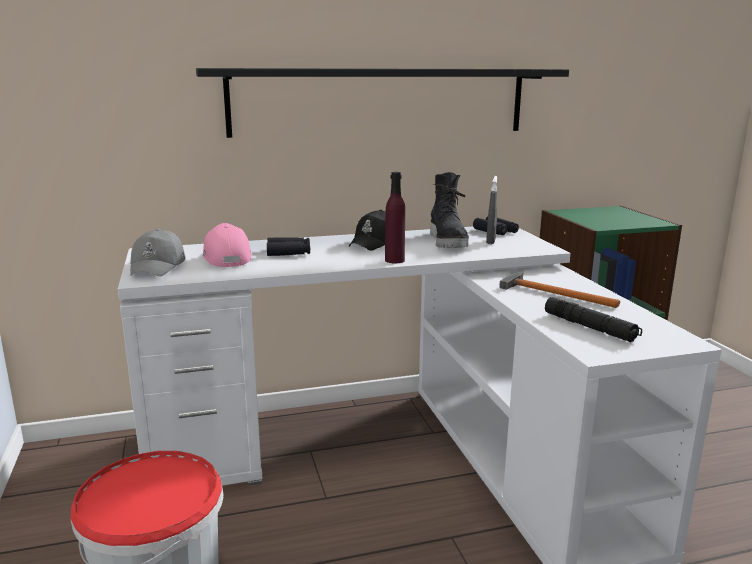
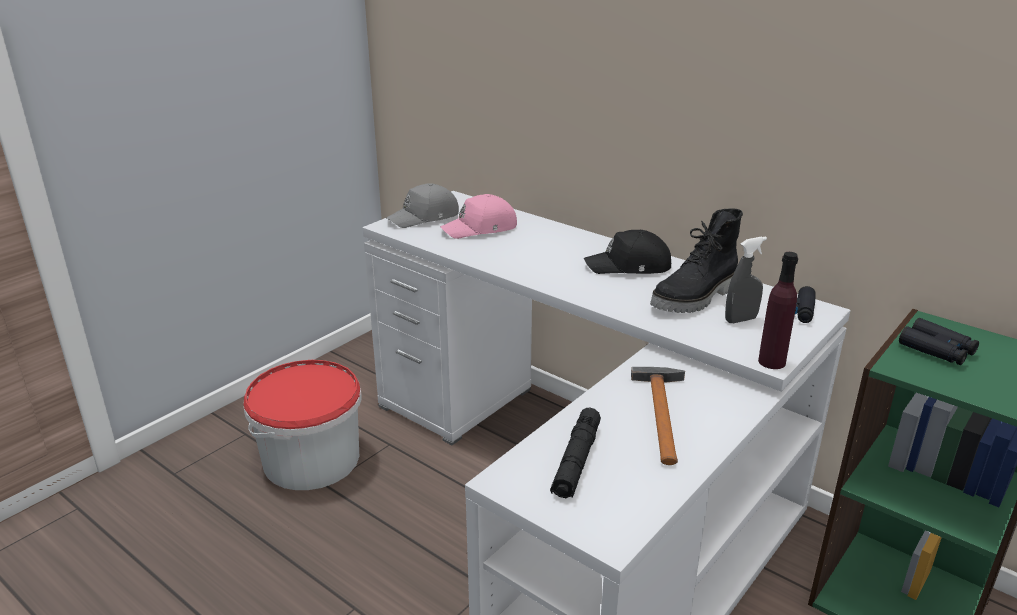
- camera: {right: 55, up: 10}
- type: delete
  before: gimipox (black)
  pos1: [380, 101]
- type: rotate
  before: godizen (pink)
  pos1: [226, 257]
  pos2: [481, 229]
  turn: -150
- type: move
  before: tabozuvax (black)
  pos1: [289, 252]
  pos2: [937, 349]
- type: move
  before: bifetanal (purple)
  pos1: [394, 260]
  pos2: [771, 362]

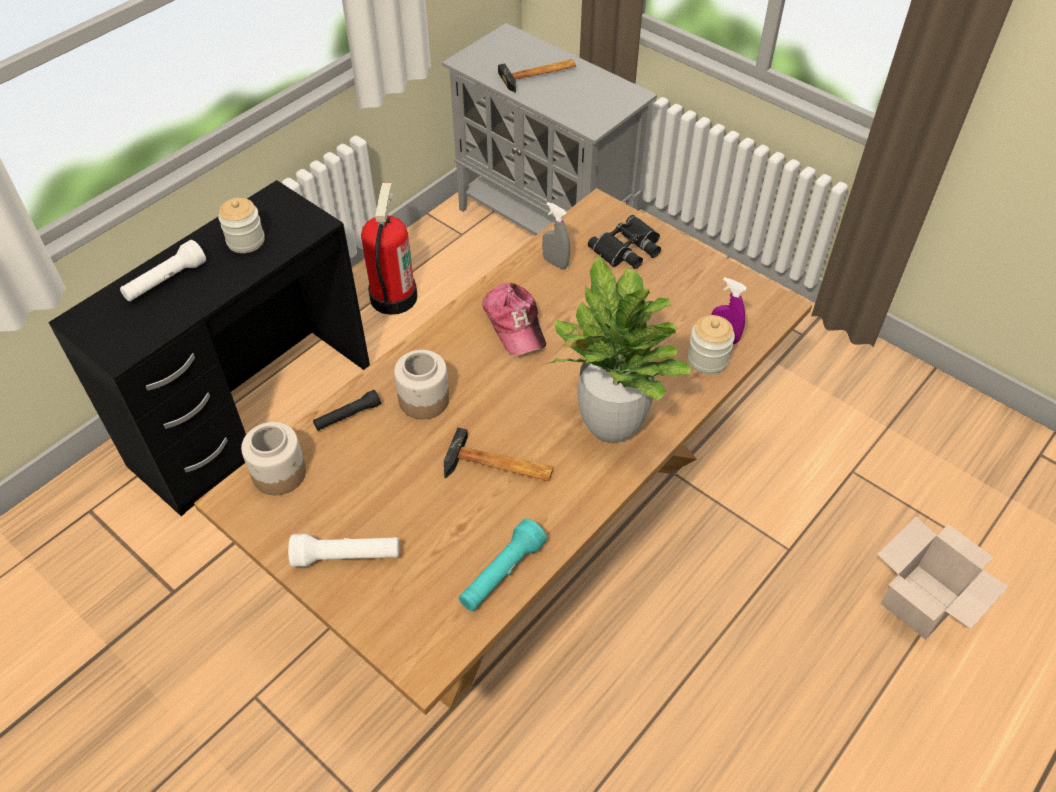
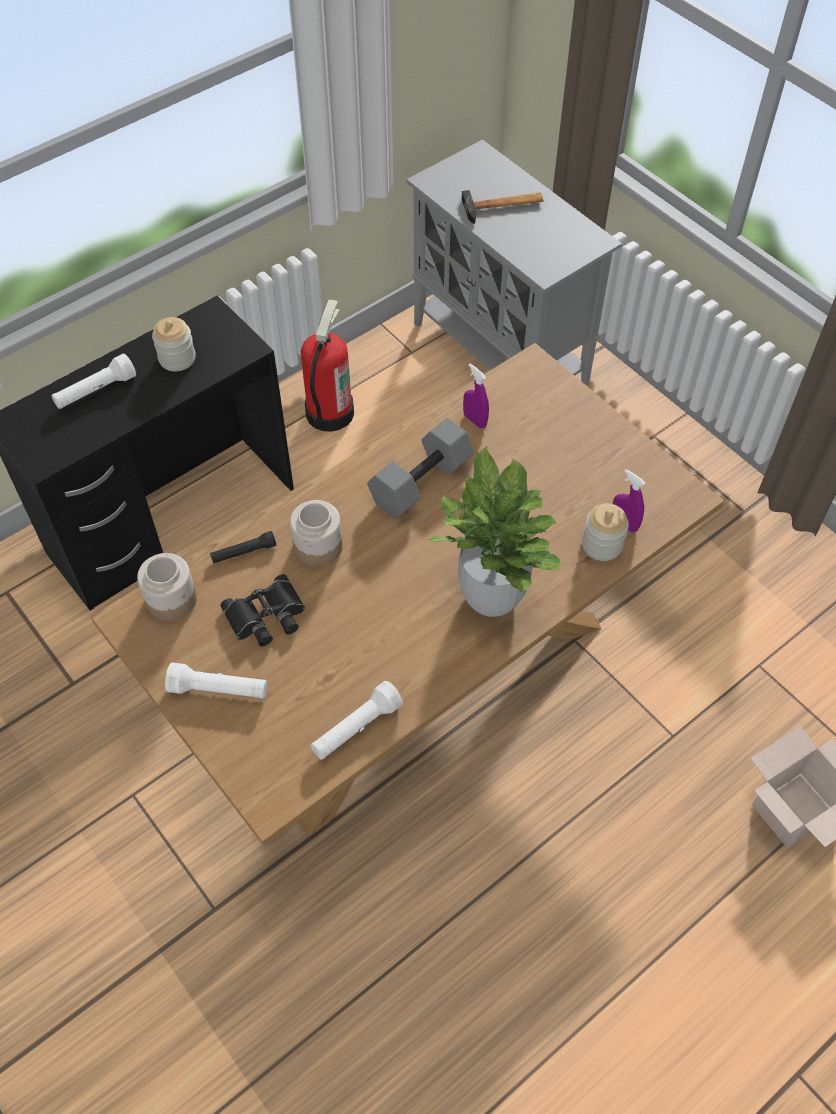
- camera: {right: 10, up: 5}
- type: delete
  before: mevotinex
  pos1: [499, 468]
- type: recolor
  before: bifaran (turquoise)
  after: bifaran (white)
  pos1: [501, 574]
  pos2: [356, 728]
- type: replace
  before: godizen
  after: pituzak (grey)
  pos1: [514, 324]
  pos2: [420, 481]
- type: recolor
  before: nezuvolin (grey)
  after: nezuvolin (purple)
  pos1: [555, 263]
  pos2: [475, 420]
- type: move
  before: tabozuvax (black)
  pos1: [628, 249]
  pos2: [266, 617]

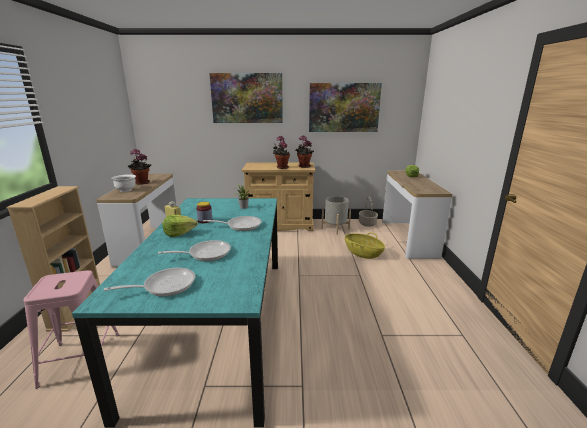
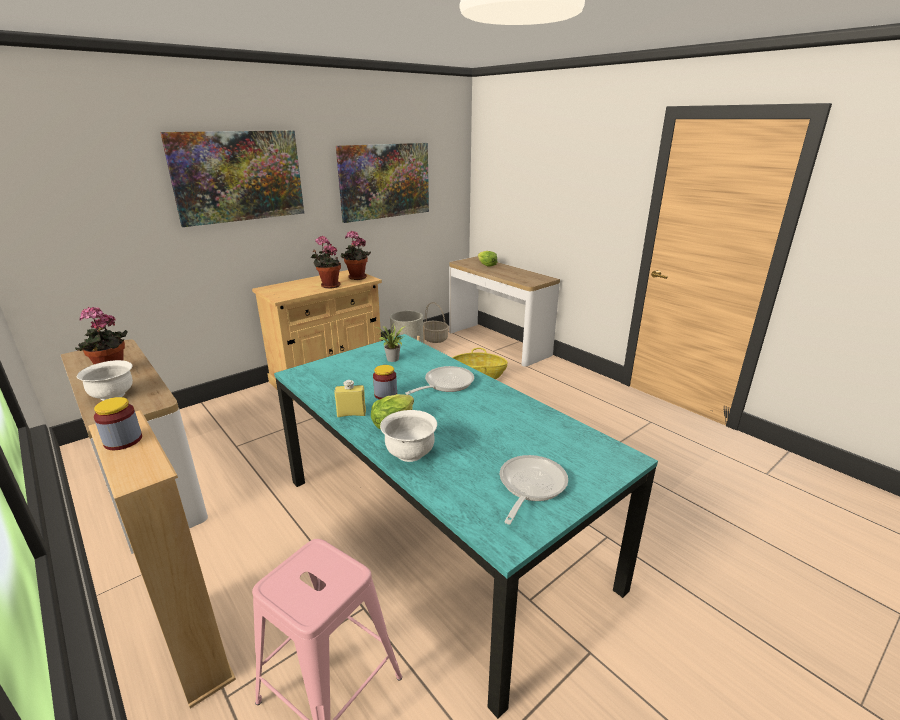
- camera: {right: -40, up: 5}
- type: delete
  before: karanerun
  pos1: [205, 254]
- type: insert
  after: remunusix
  pos2: [123, 441]
- type: insert
  after: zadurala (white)
  pos2: [410, 453]

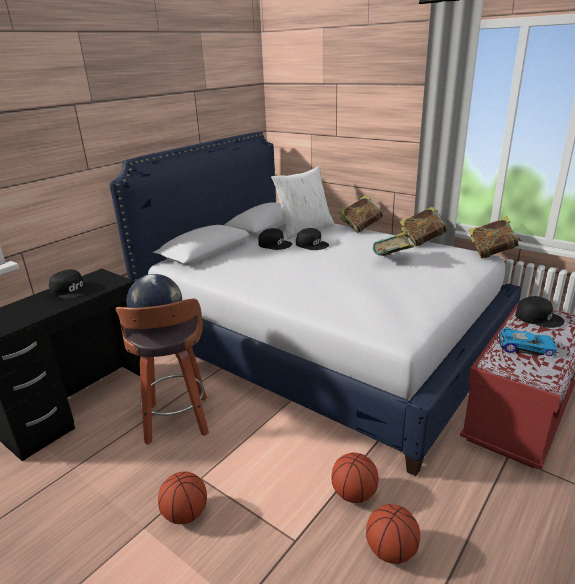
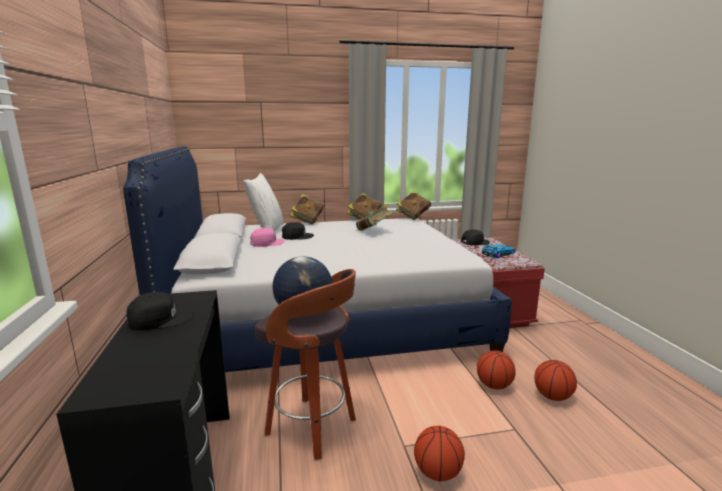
- camera: {right: -50, up: -10}
- type: recolor
  before: godizen (black)
  after: godizen (pink)
  pos1: [275, 244]
  pos2: [267, 242]

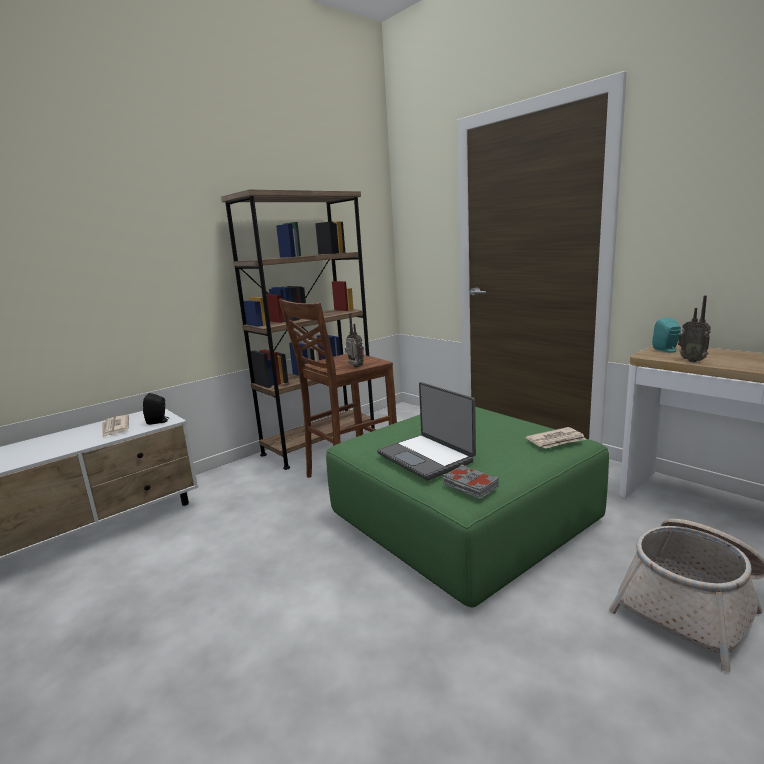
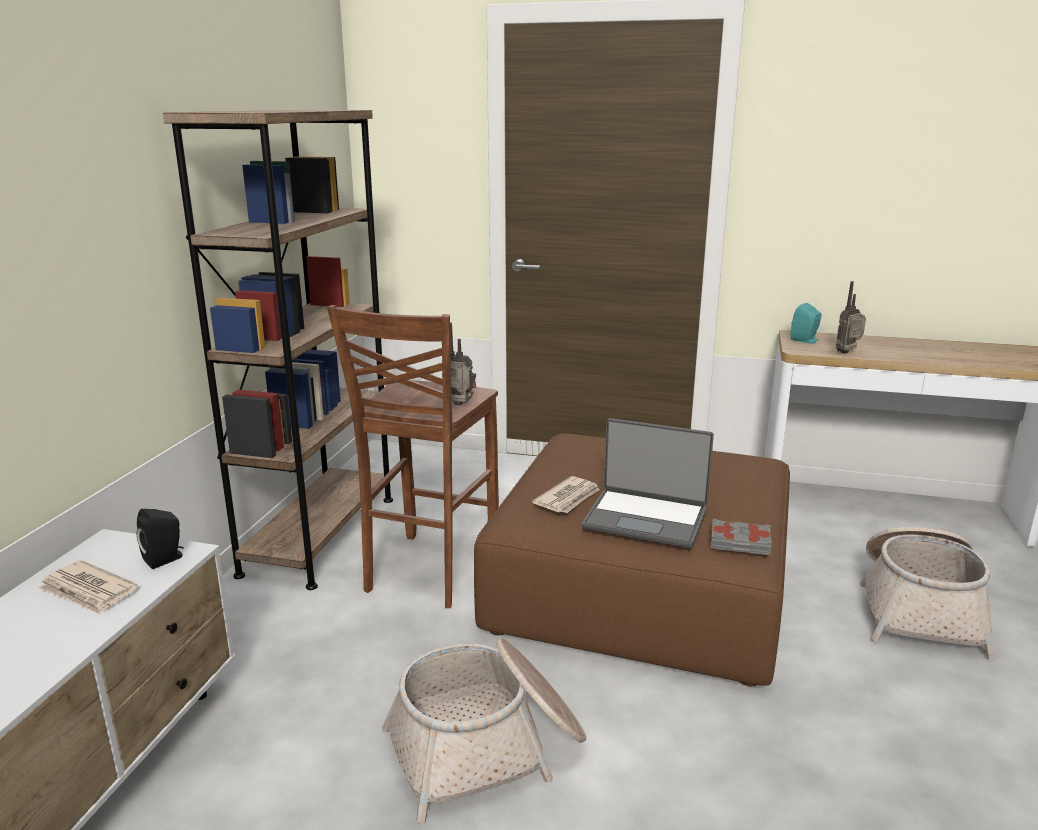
- camera: {right: -35, up: 5}
- type: recolor
  before: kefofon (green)
  after: kefofon (brown)
  pos1: [464, 517]
  pos2: [642, 587]
- type: move
  before: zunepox
  pos1: [556, 440]
  pos2: [568, 498]
- type: rotate
  before: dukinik
  pos1: [692, 360]
  pos2: [848, 353]
  turn: 120
- type: insert
  after: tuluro
  pos2: [487, 747]

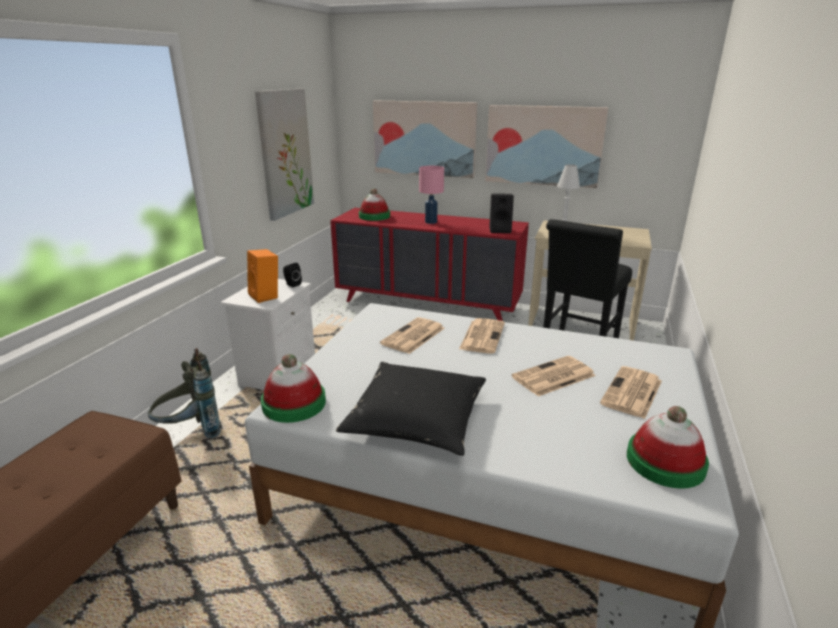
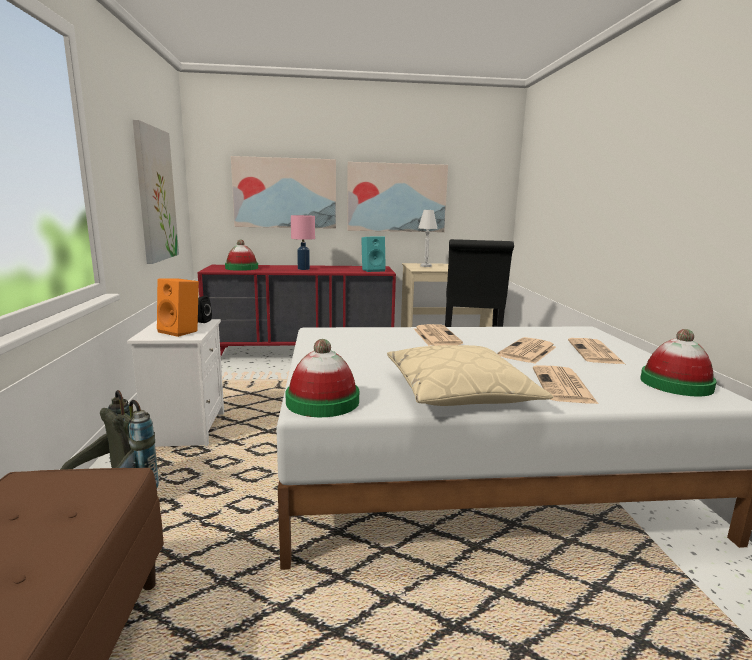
- camera: {right: -25, up: -10}
- type: recolor
  before: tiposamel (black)
  after: tiposamel (beige)
  pos1: [416, 418]
  pos2: [459, 392]
- type: move
  before: zunepox
  pos1: [413, 336]
  pos2: [563, 386]
- type: recolor
  before: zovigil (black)
  after: zovigil (turquoise)
  pos1: [500, 230]
  pos2: [373, 270]

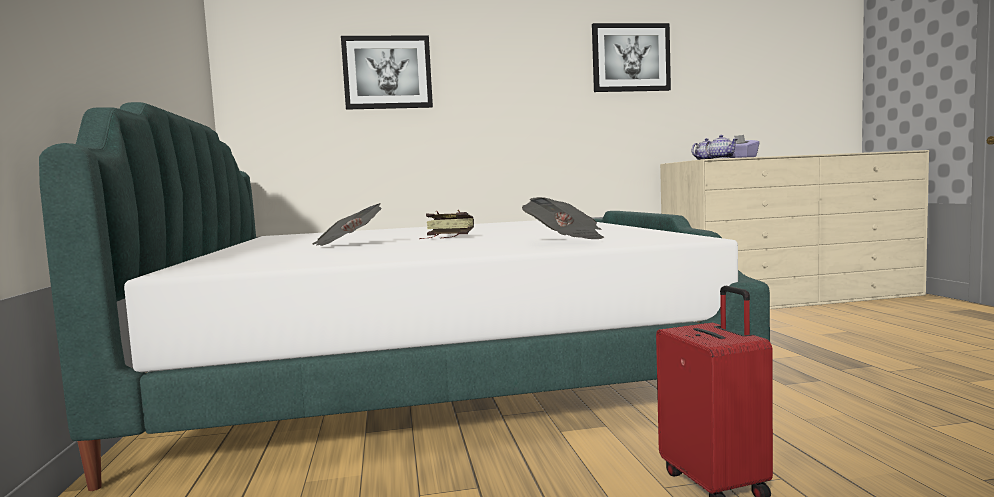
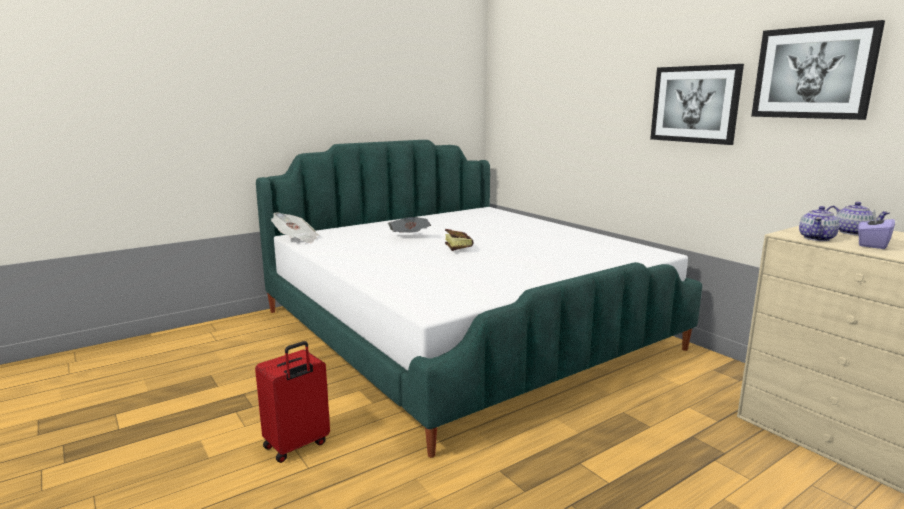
- camera: {right: 65, up: 10}
- type: move
  before: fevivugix
  pos1: [387, 72]
  pos2: [694, 104]
- type: move
  before: zunepox
  pos1: [566, 242]
  pos2: [296, 239]

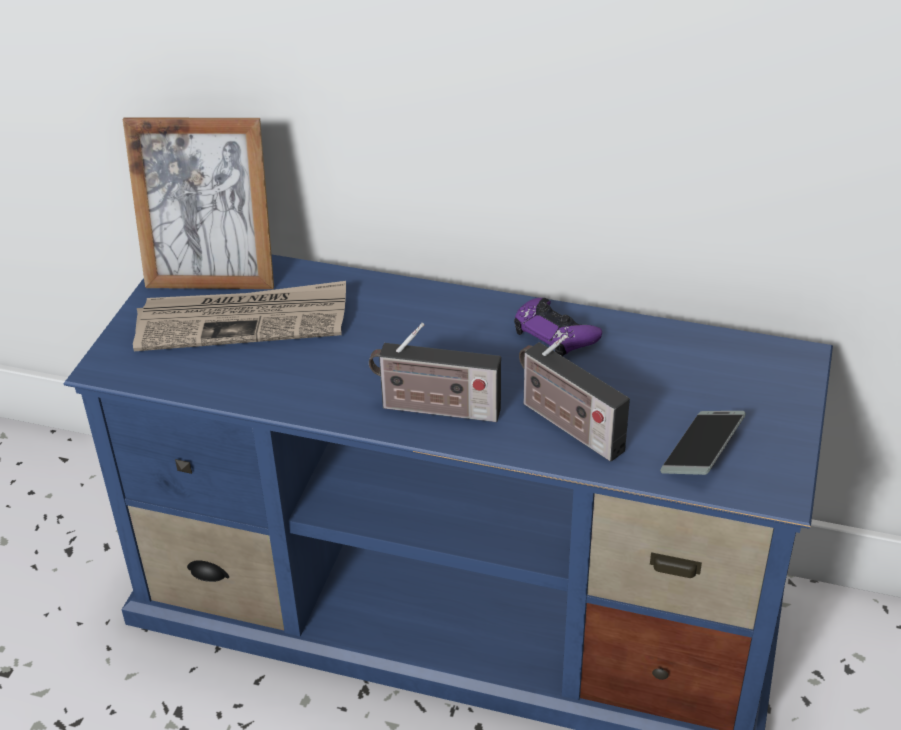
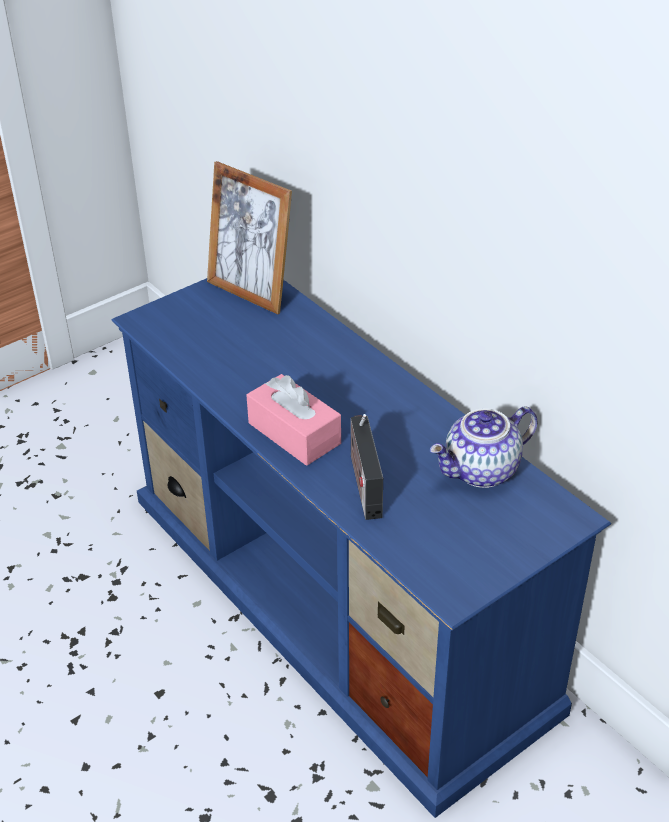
- camera: {right: 35, up: 0}
- type: delete
  before: zunepox
  pos1: [243, 321]
- type: replace
  before: dukinik
  after: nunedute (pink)
  pos1: [435, 409]
  pos2: [294, 433]
- type: delete
  before: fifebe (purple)
  pos1: [555, 334]
- type: delete
  before: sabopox
  pos1: [702, 450]
- type: insert
  after: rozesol
  pos2: [482, 472]

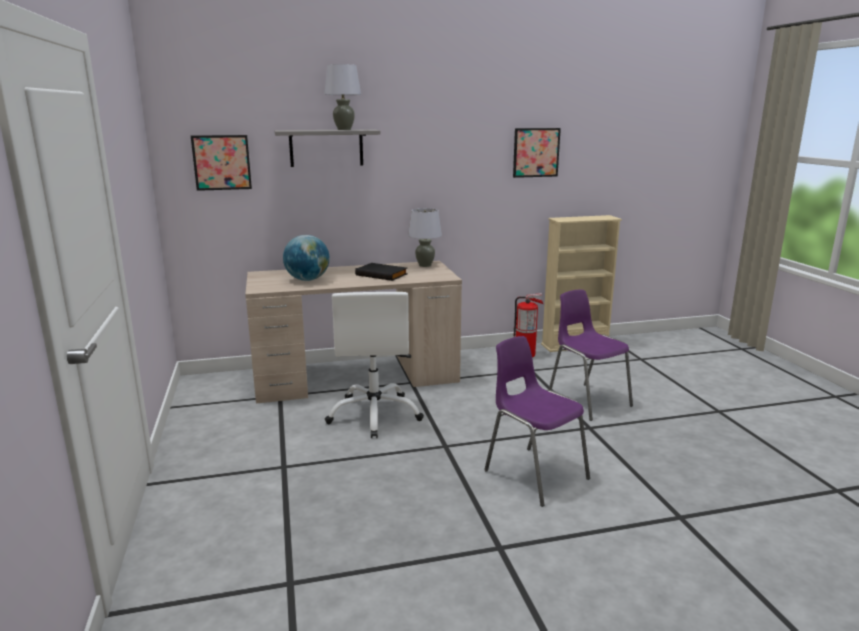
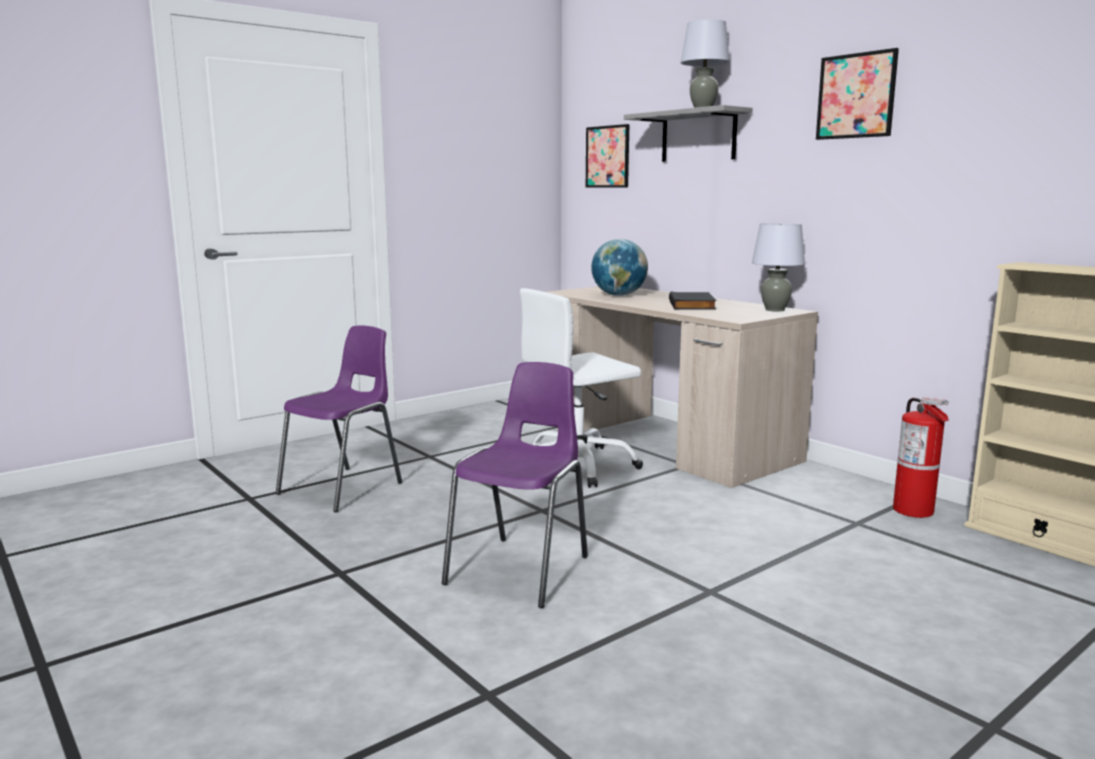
- camera: {right: 65, up: -5}
- type: move
  before: fevivugix
  pos1: [536, 152]
  pos2: [856, 96]
- type: move
  before: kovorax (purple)
  pos1: [587, 400]
  pos2: [344, 488]

